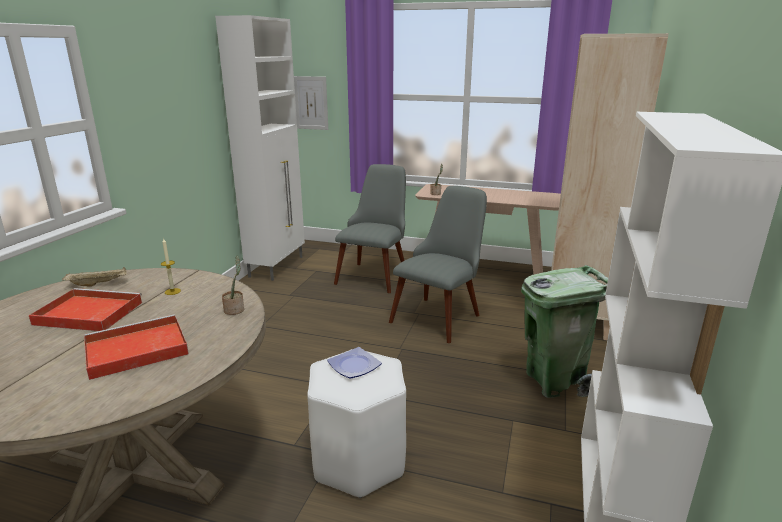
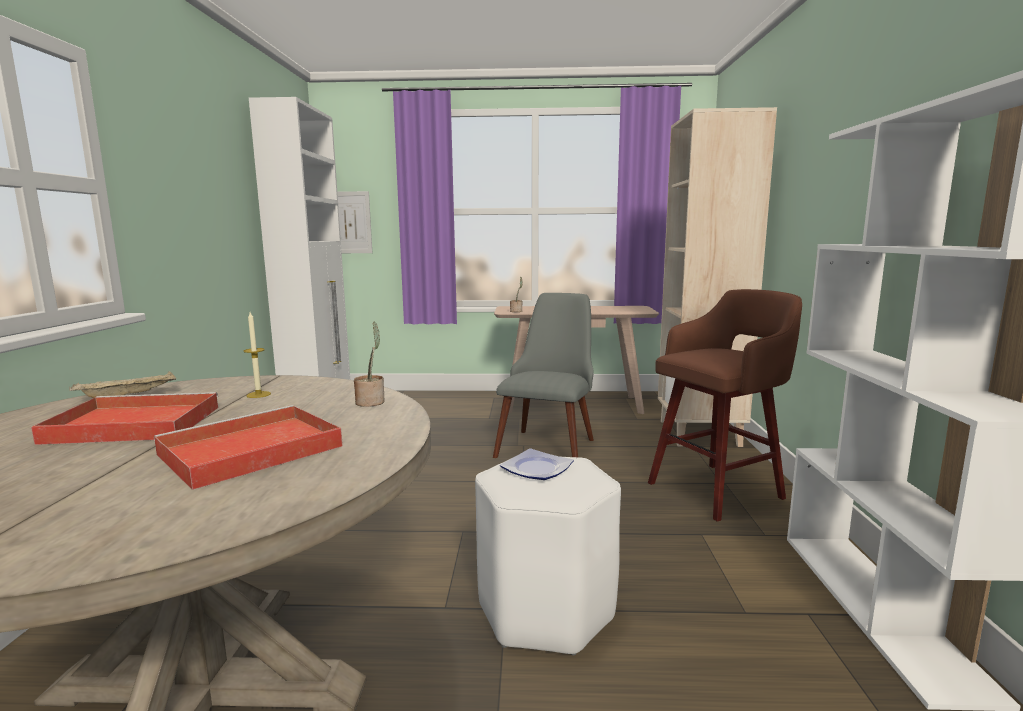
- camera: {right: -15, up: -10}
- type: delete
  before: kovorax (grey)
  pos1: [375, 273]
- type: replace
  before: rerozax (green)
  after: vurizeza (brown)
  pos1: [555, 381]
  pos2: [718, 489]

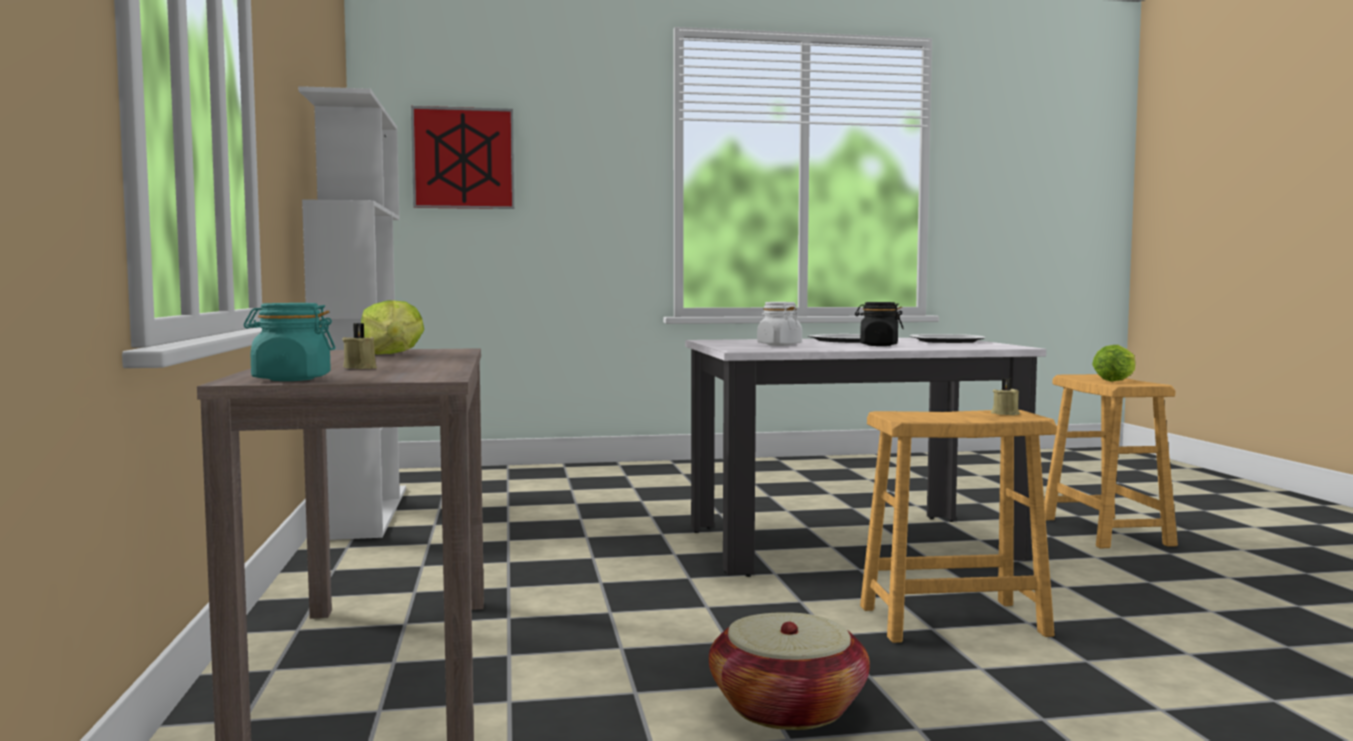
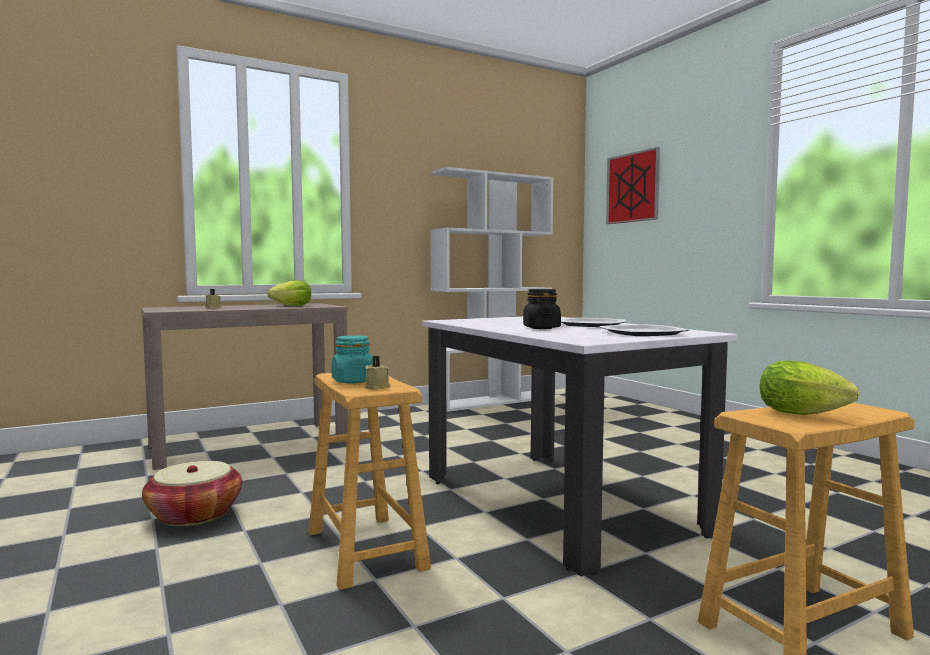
- camera: {right: 70, up: 0}
- type: move
  before: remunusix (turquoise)
  pos1: [291, 379]
  pos2: [353, 381]
- type: delete
  before: remunusix (white)
  pos1: [779, 345]

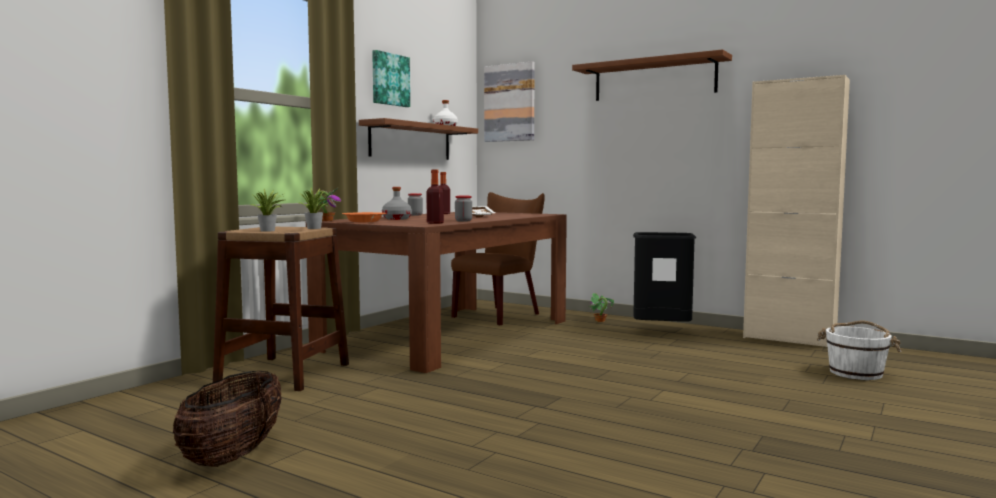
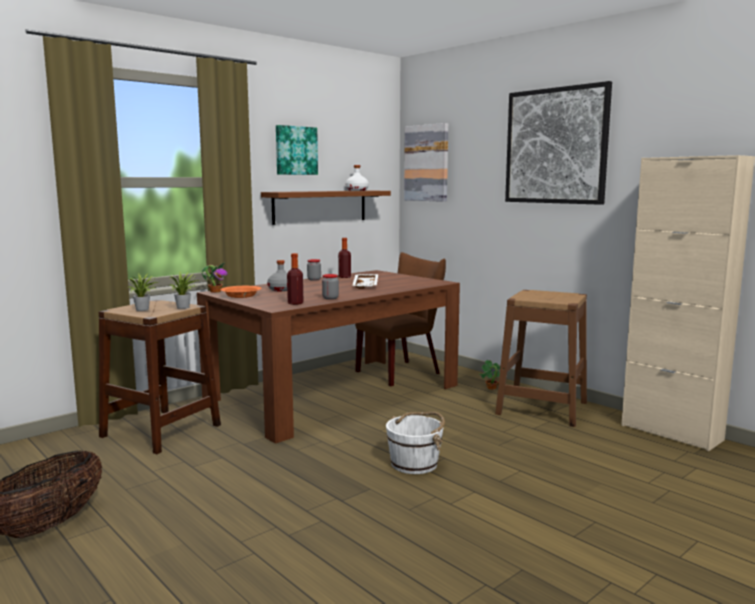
- camera: {right: 15, up: 5}
- type: replace
  before: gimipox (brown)
  after: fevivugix
  pos1: [654, 79]
  pos2: [556, 146]
- type: replace
  before: rerozax (black)
  after: vurizeza (brown)
  pos1: [661, 331]
  pos2: [542, 408]
- type: move
  before: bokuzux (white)
  pos1: [856, 373]
  pos2: [415, 463]

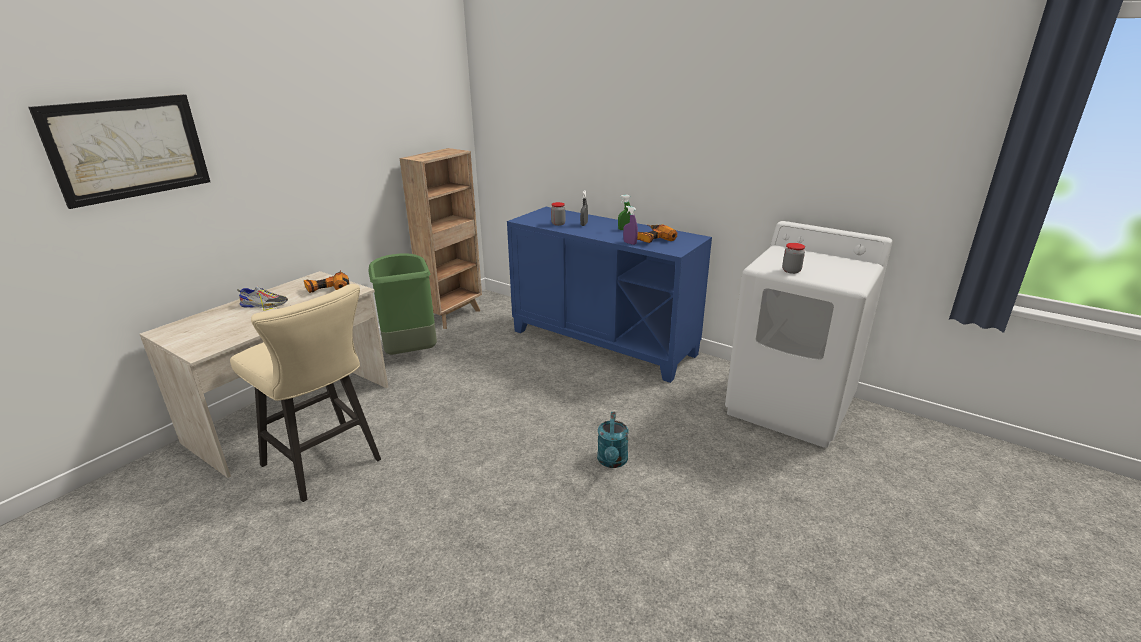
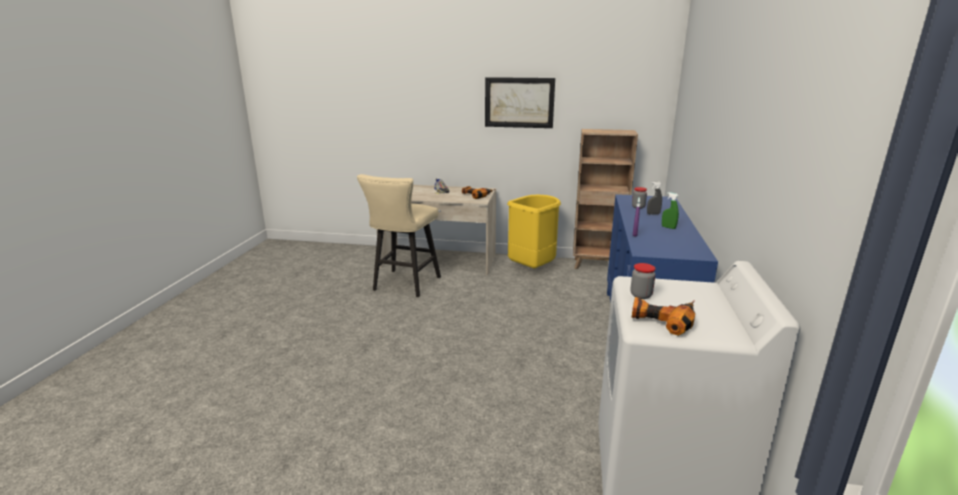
- camera: {right: 65, up: -5}
- type: move
  before: fevivugix
  pos1: [128, 148]
  pos2: [519, 102]
- type: recolor
  before: rerozax (green)
  after: rerozax (yellow)
  pos1: [409, 351]
  pos2: [532, 268]
- type: delete
  before: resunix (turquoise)
  pos1: [612, 462]
- type: move
  before: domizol
  pos1: [652, 238]
  pos2: [662, 318]

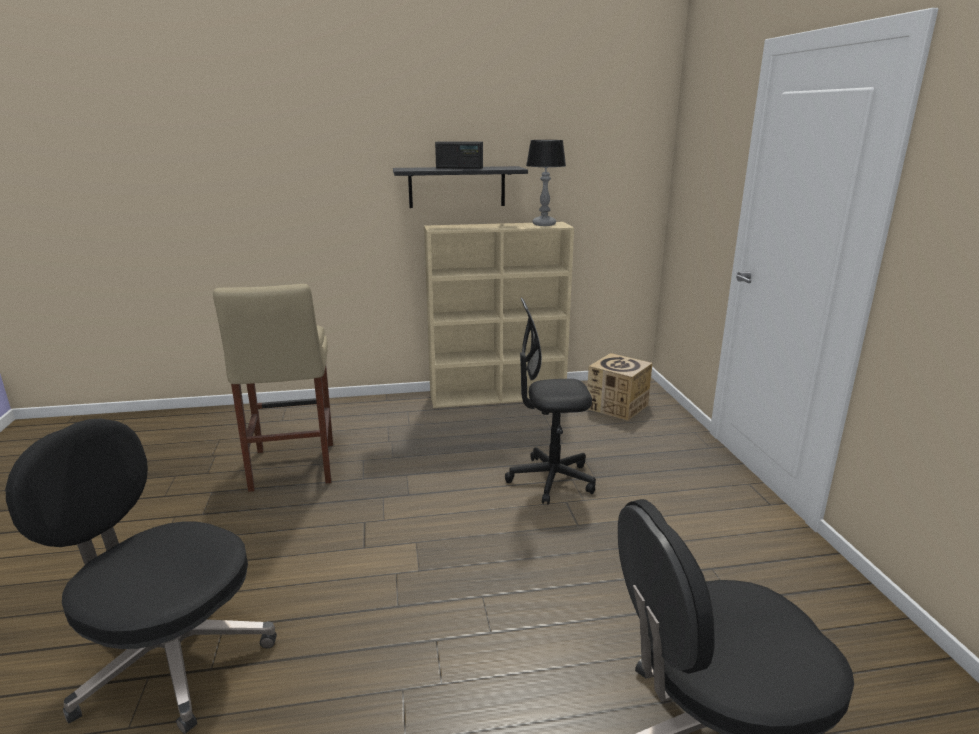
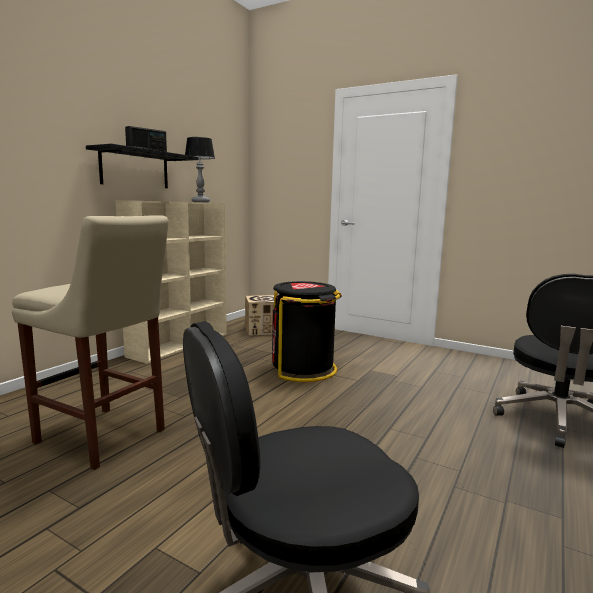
- camera: {right: -50, up: -10}
- type: replace
  before: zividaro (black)
  after: rerozax (black)
  pos1: [551, 480]
  pos2: [303, 369]

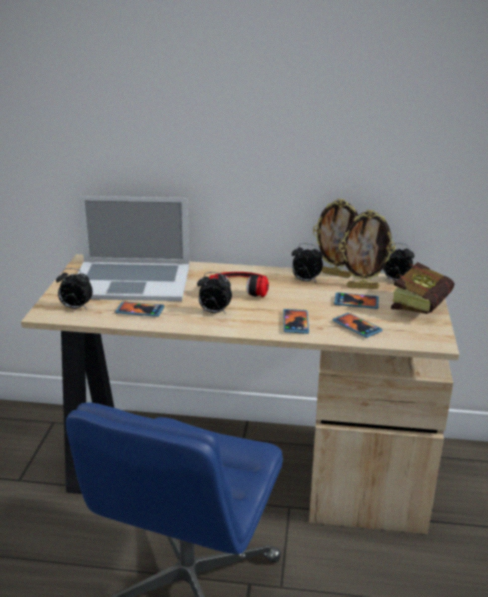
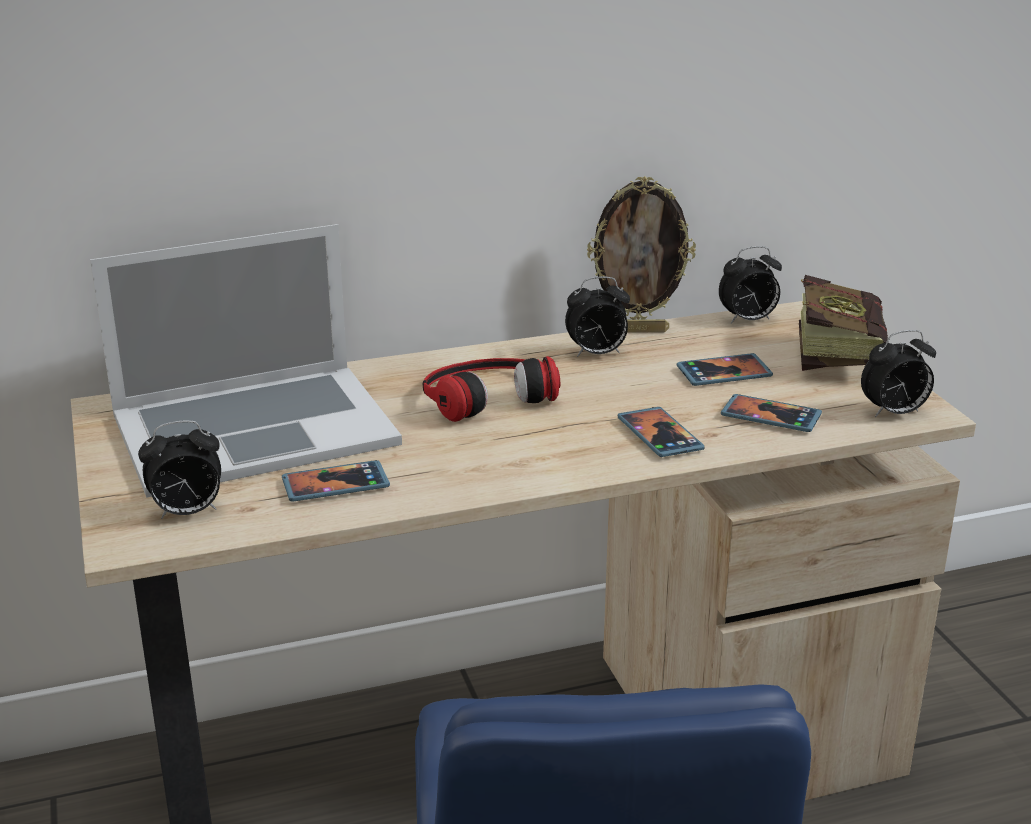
- camera: {right: -25, up: 0}
- type: move
  before: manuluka
  pos1: [214, 312]
  pos2: [893, 413]
- type: delete
  before: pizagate
  pos1: [362, 287]

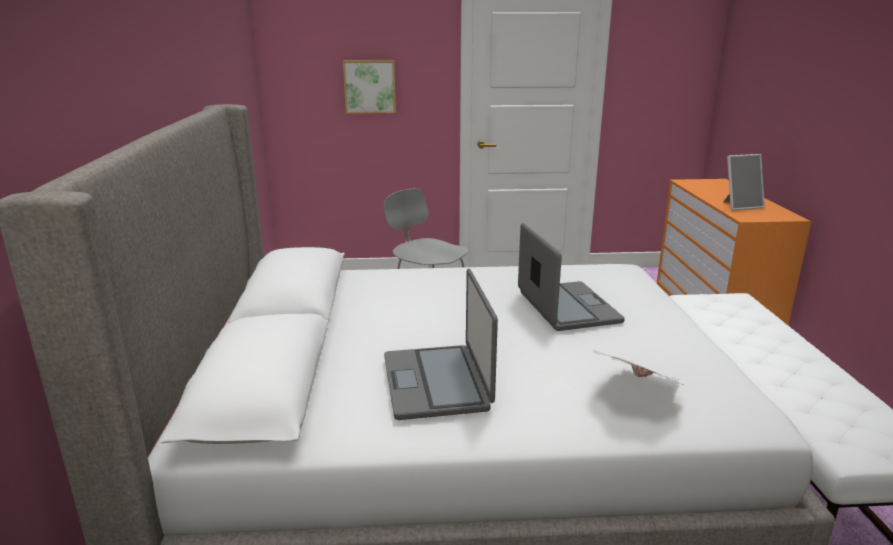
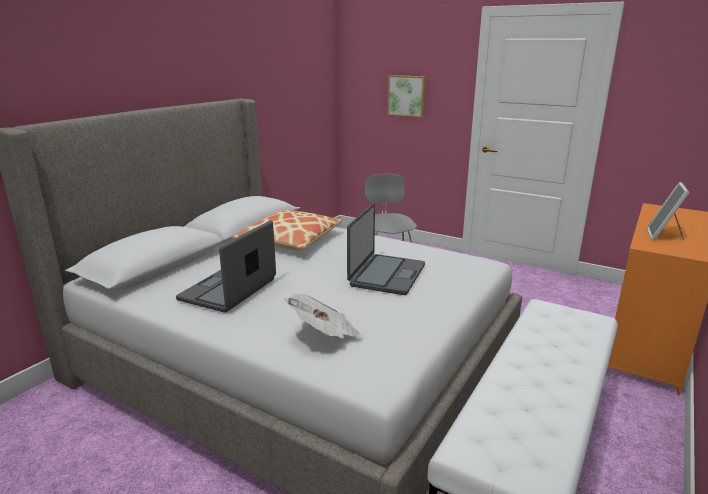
- camera: {right: 35, up: 0}
- type: rotate
  before: pizagate
  pos1: [740, 206]
  pos2: [664, 236]
  turn: 90
- type: insert
  after: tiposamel
  pos2: [290, 240]

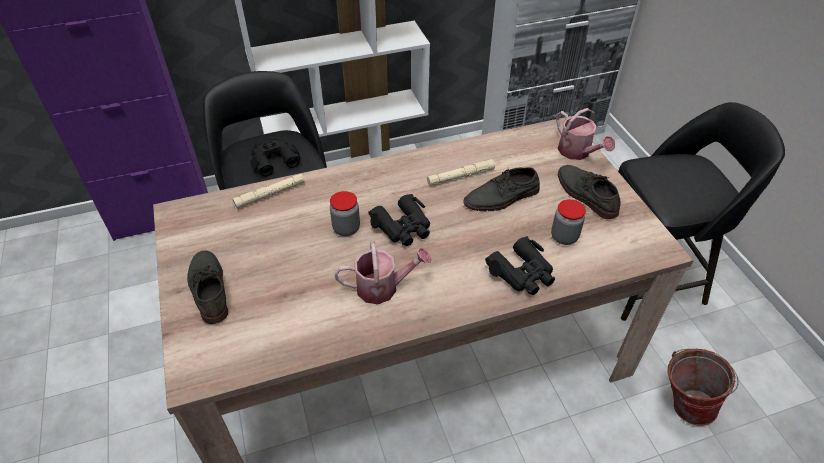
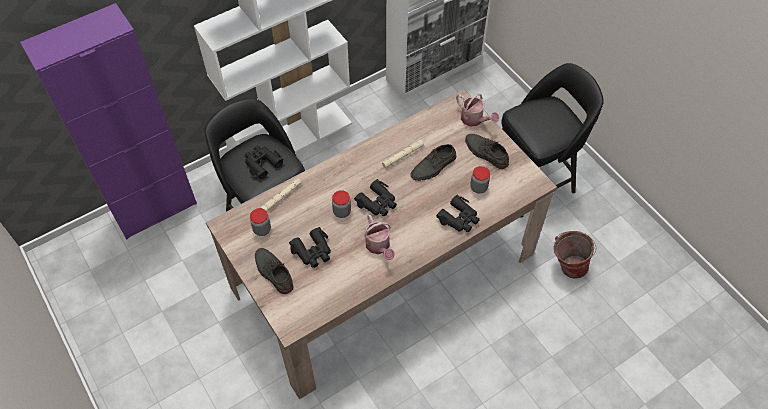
- camera: {right: -15, up: 10}
- type: rotate
  before: resunix
  pos1: [383, 287]
  pos2: [379, 246]
  turn: 90
- type: insert
  after: remunusix
  pos2: [262, 229]
- type: insert
  after: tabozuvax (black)
  pos2: [313, 251]

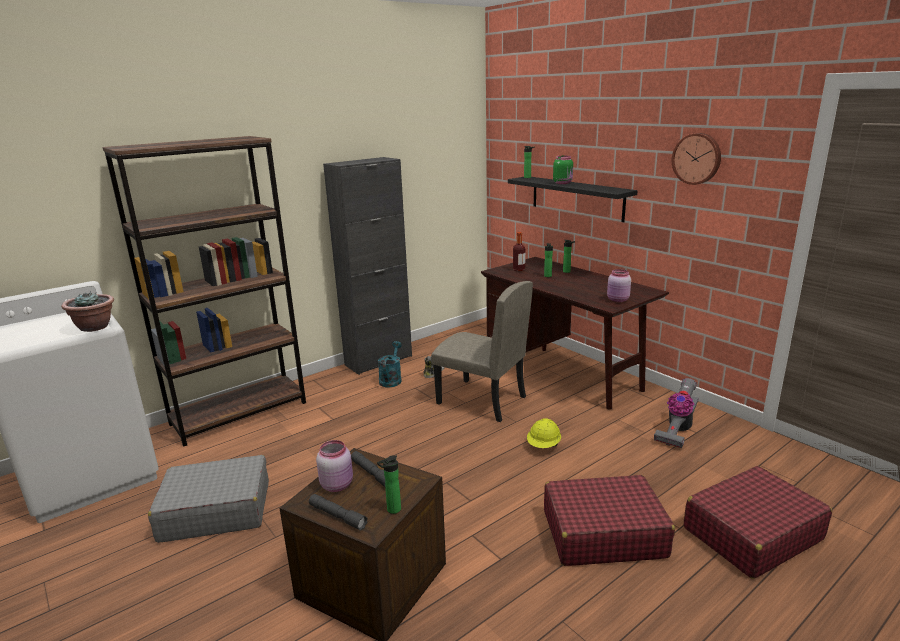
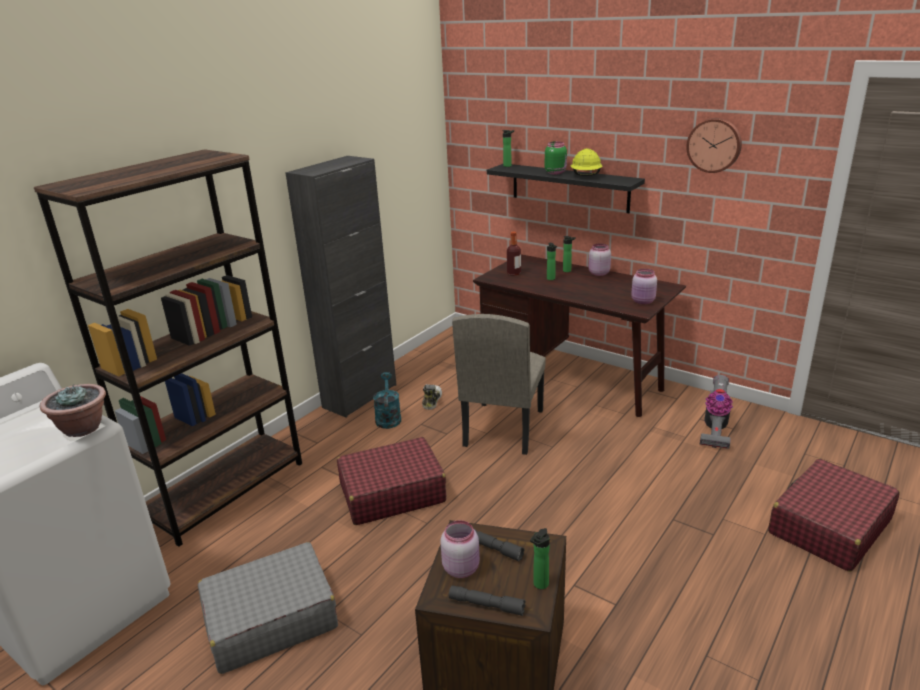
- camera: {right: -15, up: 5}
- type: rotate
  before: kovorax (beige)
  pos1: [481, 400]
  pos2: [502, 427]
  turn: 90
- type: move
  before: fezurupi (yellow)
  pos1: [543, 446]
  pos2: [586, 176]
- type: move
  before: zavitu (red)
  pos1: [602, 533]
  pos2: [391, 493]
- type: insert
  after: remunusix (pink)
  pos2: [598, 273]

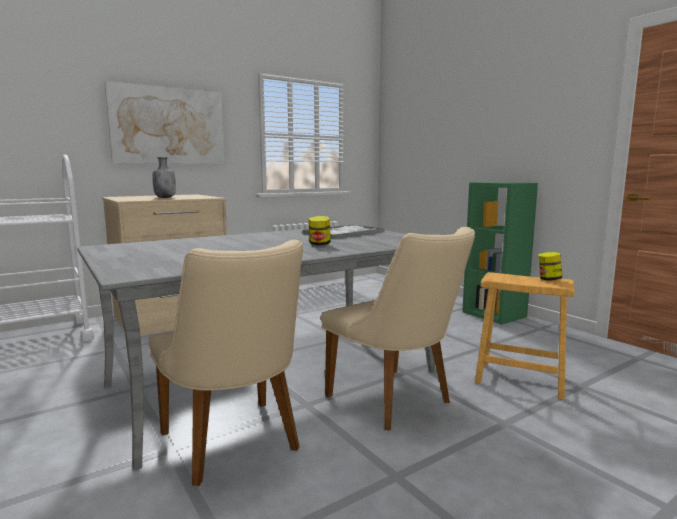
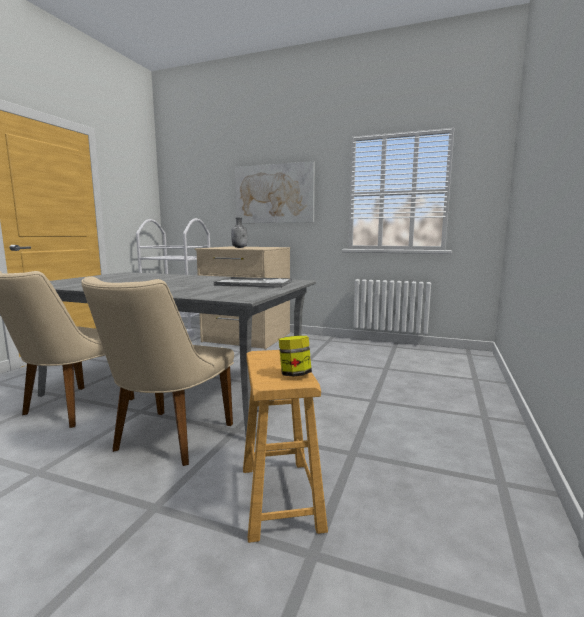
- camera: {right: 55, up: 0}
- type: delete
  before: remunusix
  pos1: [319, 244]
- type: delete
  before: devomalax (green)
  pos1: [495, 314]

